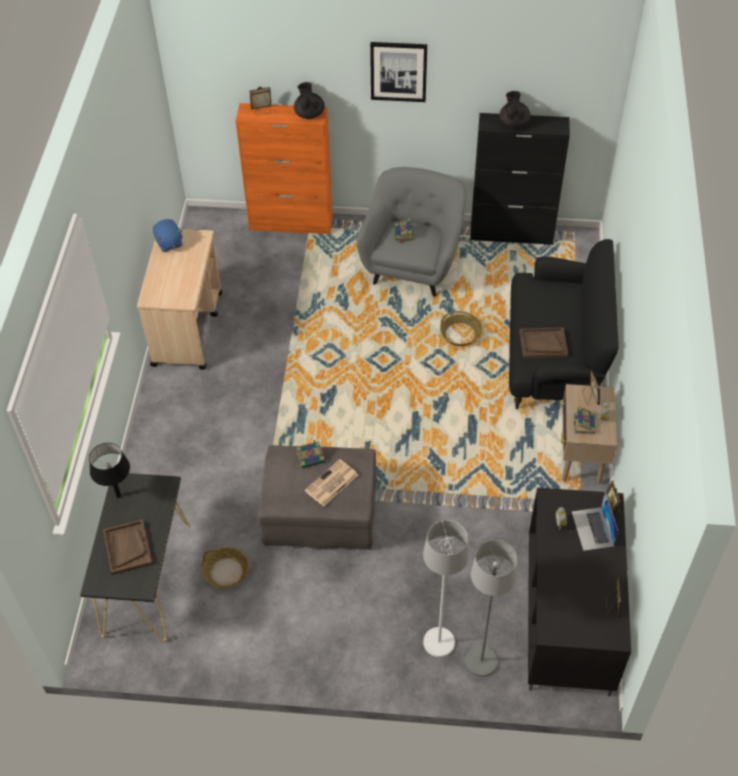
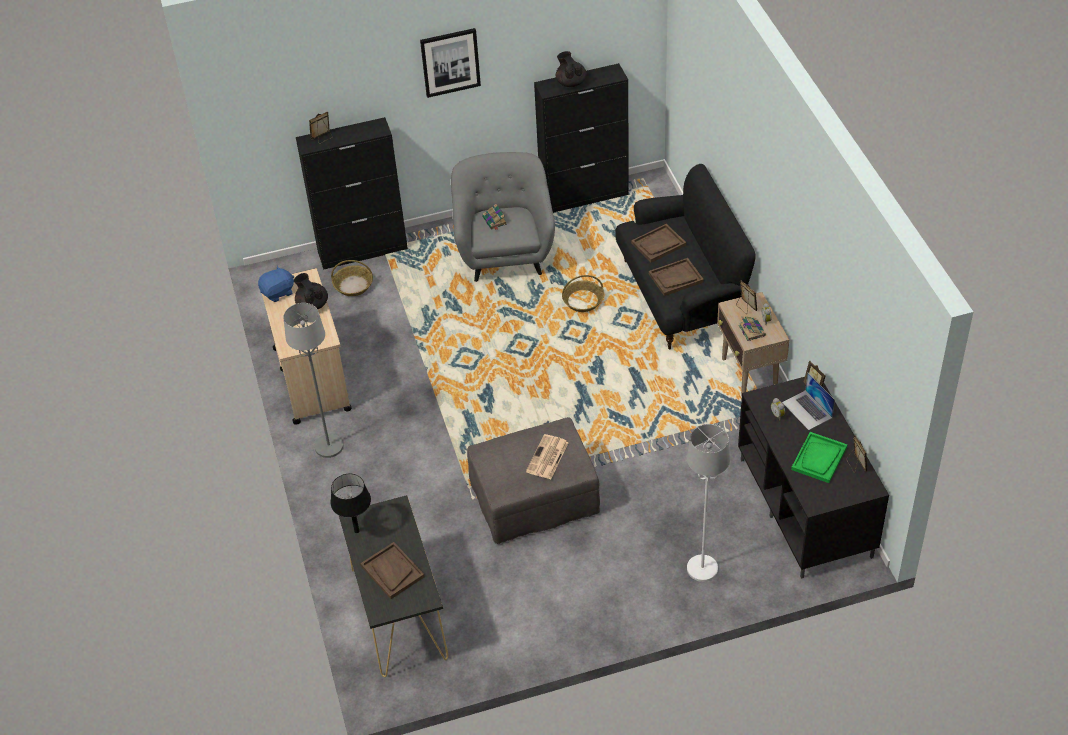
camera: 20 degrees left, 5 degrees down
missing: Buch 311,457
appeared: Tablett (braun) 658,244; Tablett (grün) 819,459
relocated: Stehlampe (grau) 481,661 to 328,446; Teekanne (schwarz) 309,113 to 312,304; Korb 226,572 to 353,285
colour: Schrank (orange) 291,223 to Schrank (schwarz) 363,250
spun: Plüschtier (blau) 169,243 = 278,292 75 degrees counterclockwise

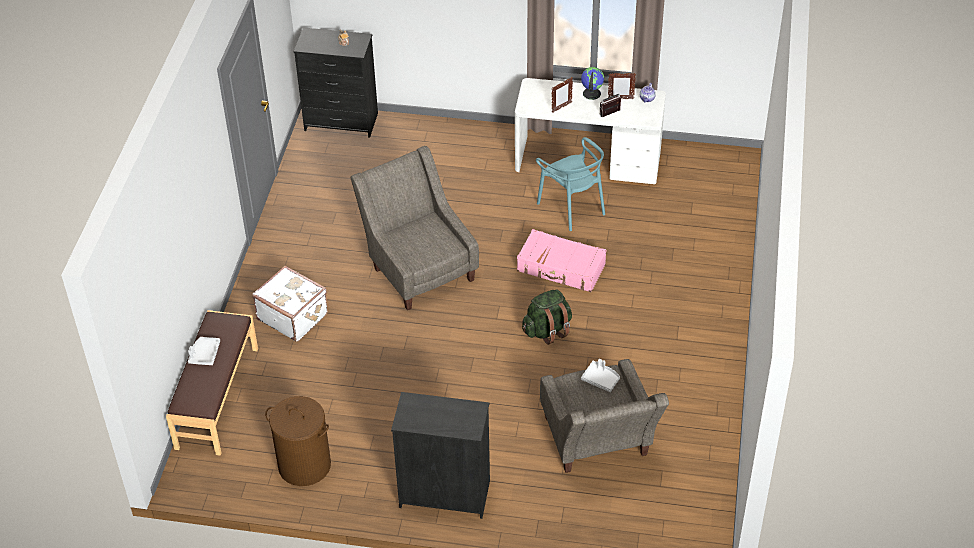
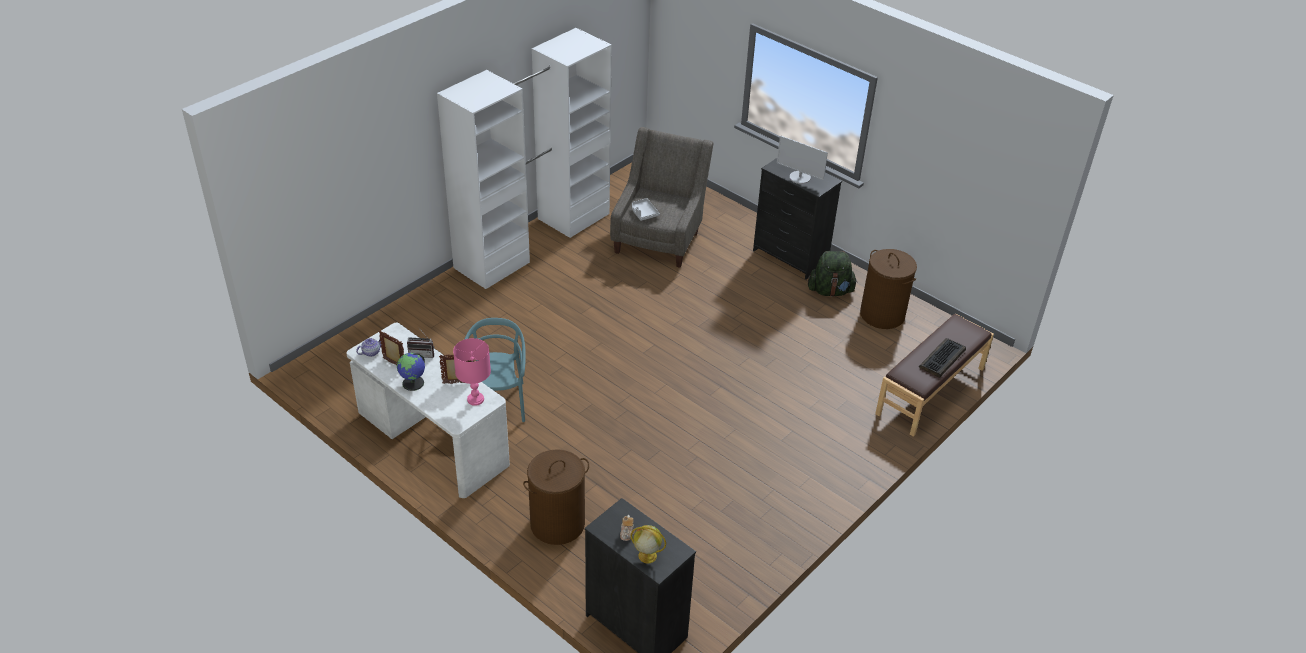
camera: 150 degrees left, 5 degrees down
missing: Koffer (weiß) 293,316; Sessel (grau) 418,267; Koffer (rosa) 561,268
appeared: Kleiderschrank (weiß) 534,239; Tischlampe (rosa) 475,399; Wäschekorb (braun) 557,524; Globus 647,556; Monitor 800,178
relocated: Rucksack (grün) 547,330 to 830,291
exchanged: Tablett (grau) 204,354 to Tastatur 942,359

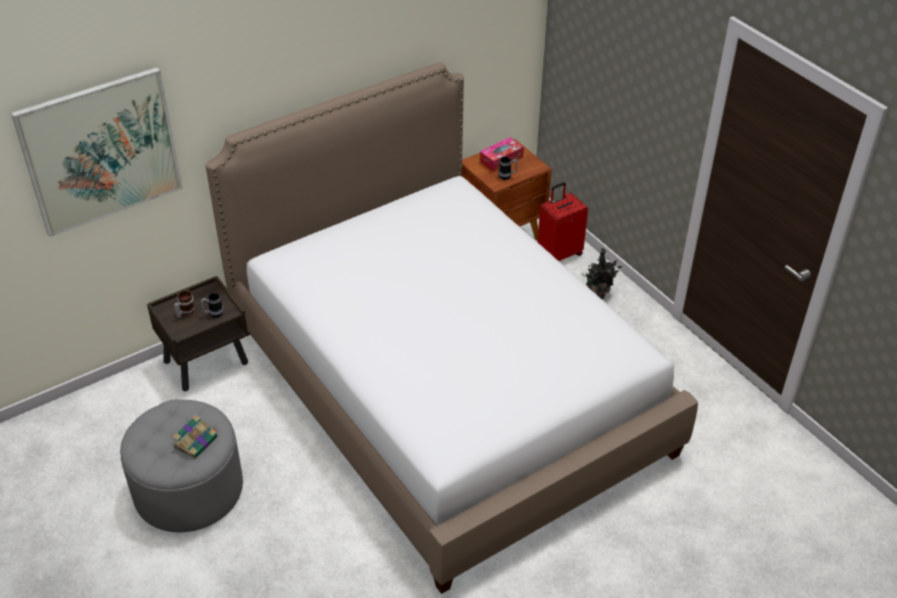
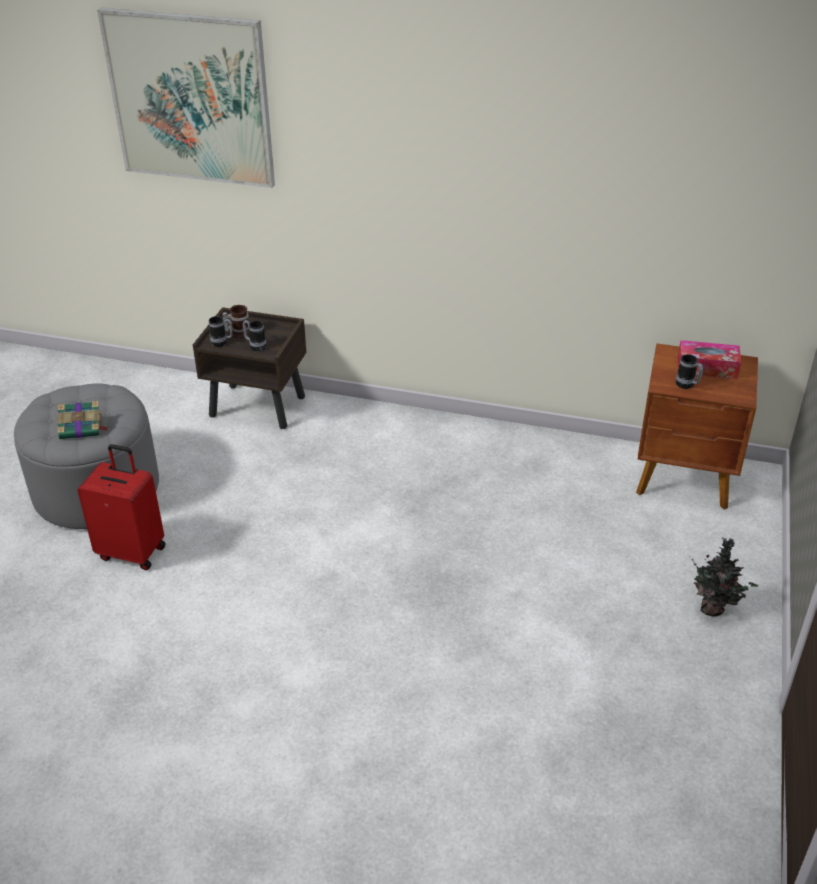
camera: 50 degrees right, 5 degrees down
missing: Bett 447,389
appeared: Henkelbecher 222,343
relocated: Koffer (rot) 559,254 to 133,551

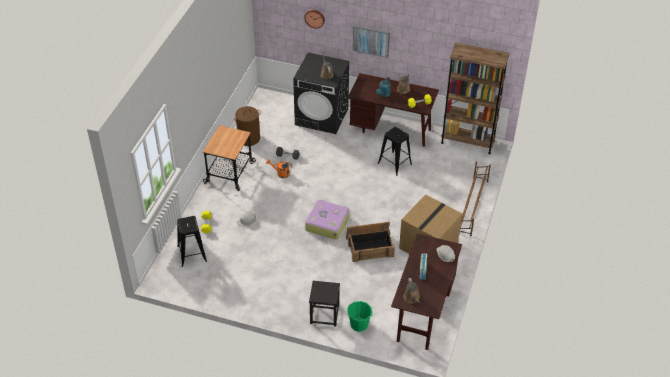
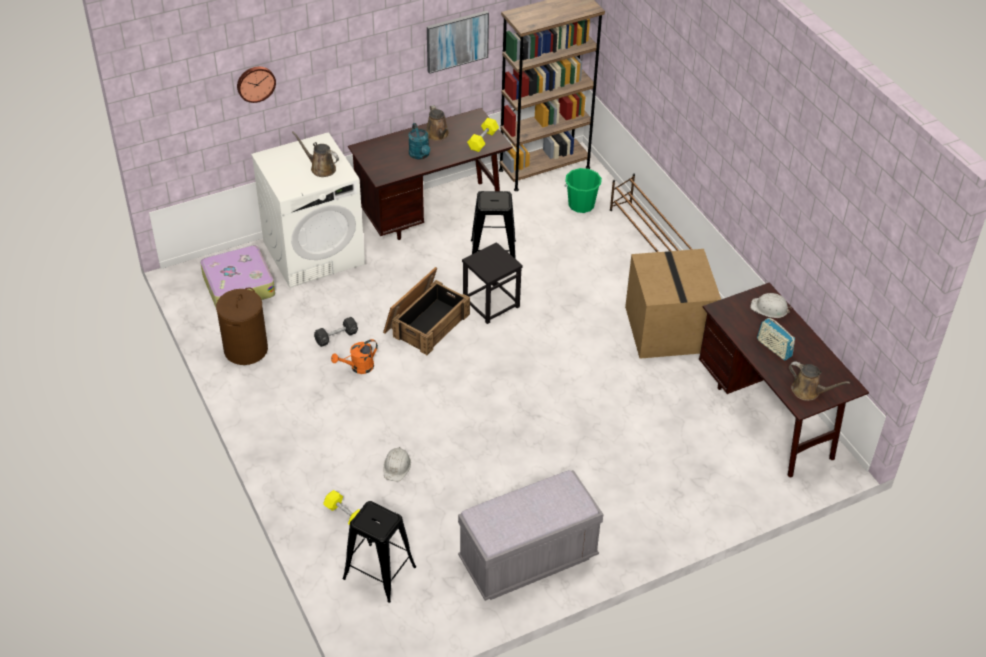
camera: 45 degrees left, 0 degrees up
missing: Rollwagen 229,172
appeared: Bank (grau) 528,559
relocated: Koffer 327,223 to 238,285; Kiste 370,247 to 426,322; Bild 371,40 to 457,41; Hocker (schwarz) 324,314 to 491,303; Eimer (grün) 359,324 to 581,205
colour: Waschmaschine (schwarz) 322,116 to Waschmaschine (weiß) 314,252

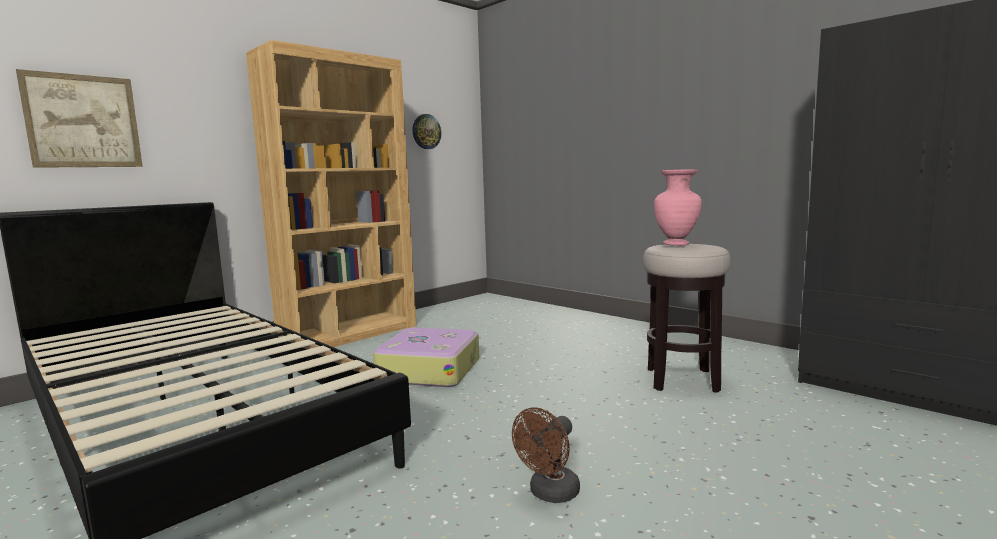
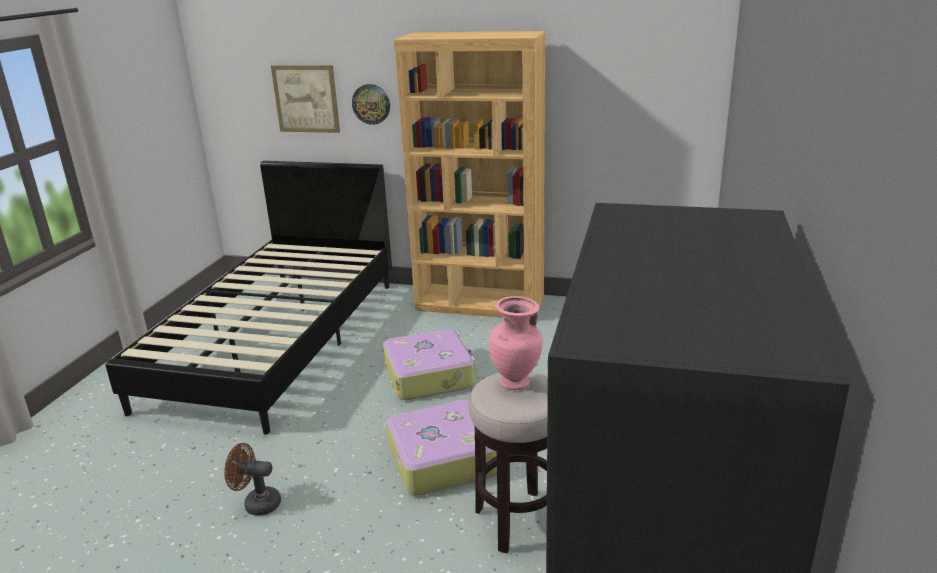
camera: 60 degrees right, 15 degrees up
appeared: Koffer 441,459
relocated: Wanduhr 426,131 to 371,104

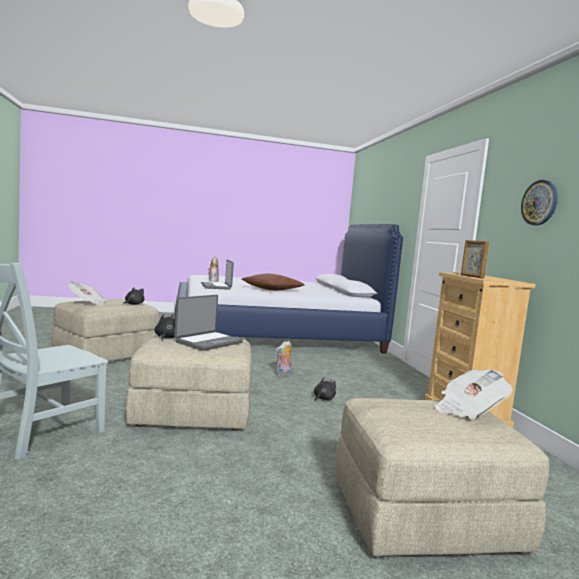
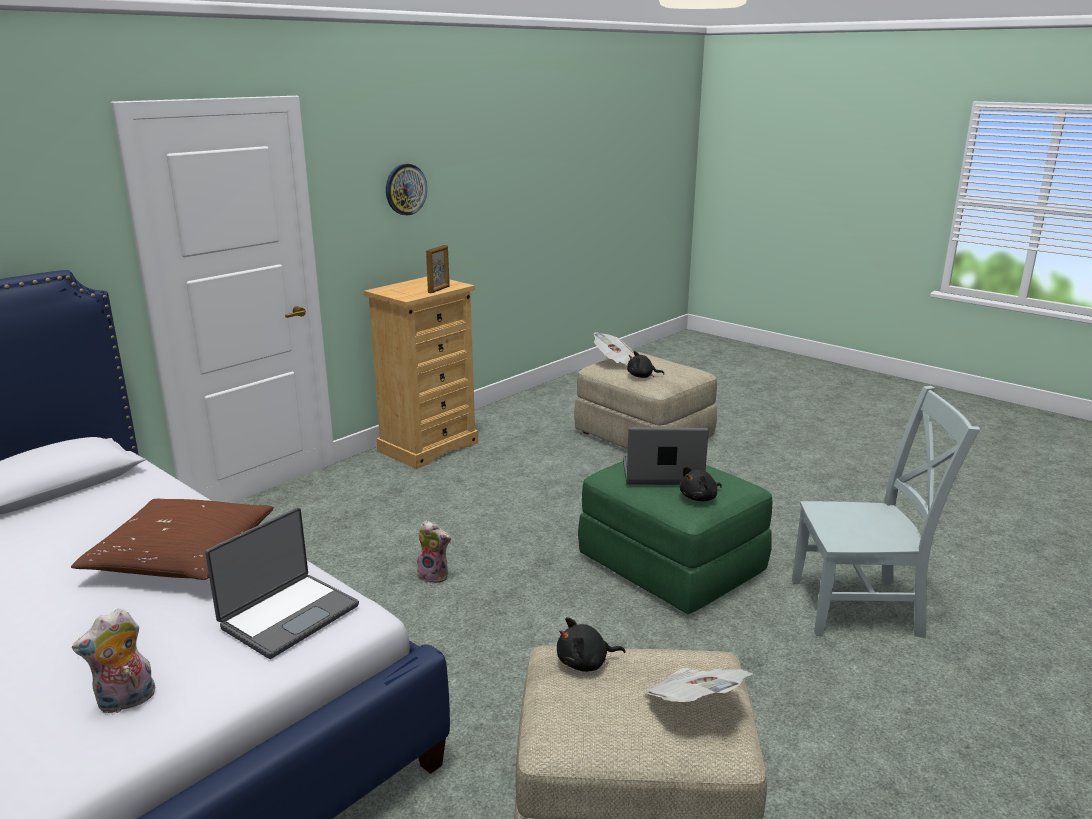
camera: 125 degrees left, 15 degrees up
relocated: Plüschtier (schwarz) 323,399 to 642,376
colour: Polsterhocker (beige) 191,412 to Polsterhocker (grün) 672,565

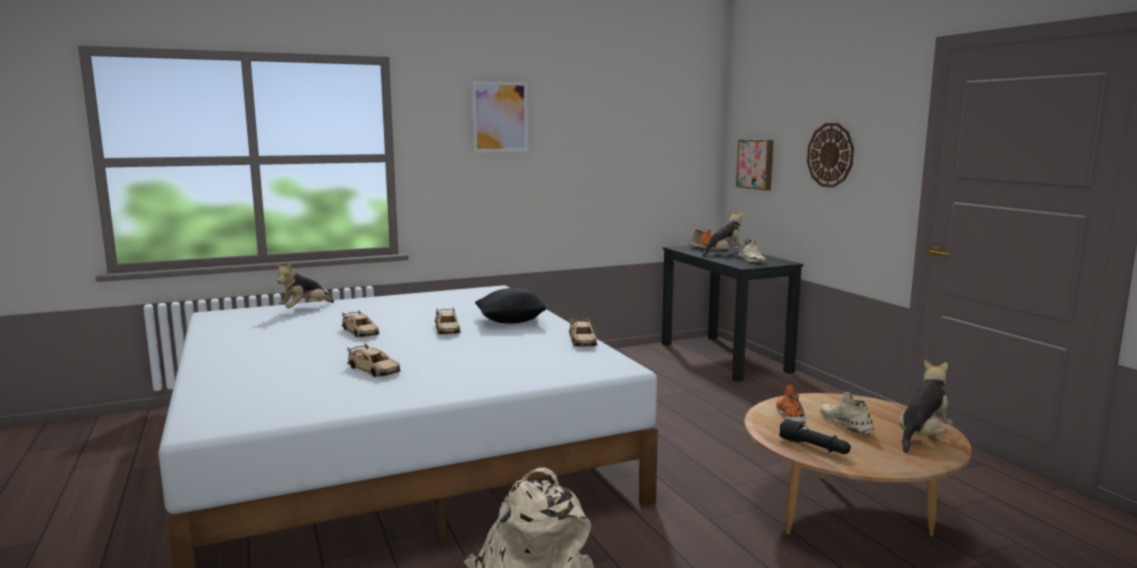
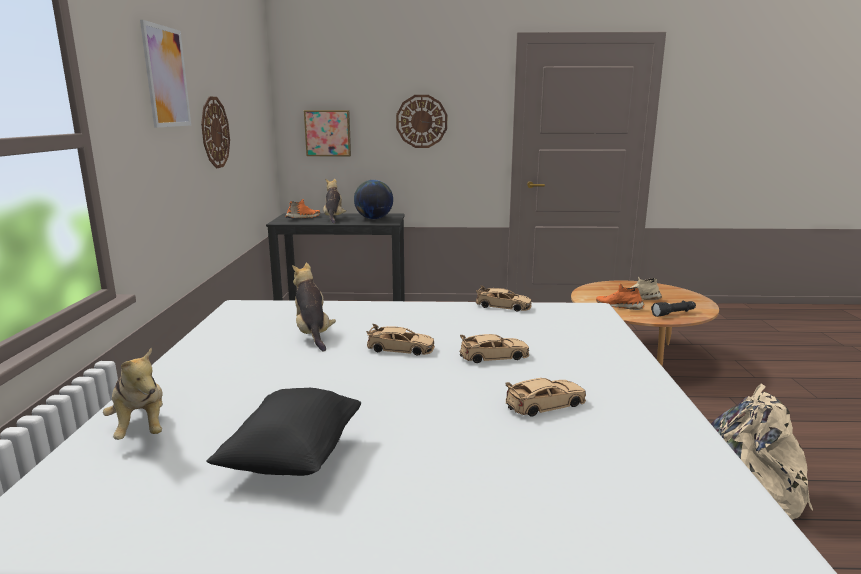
camera: 65 degrees left, 5 degrees up
appeared: Wanduhr 215,132
relocated: Kissen (schwarz) 511,321 to 293,457; Plüschtier 922,437 to 313,334; Spielzeugauto (beige) 360,332 to 494,356
exchanged: Schuh (beige) 751,261 to Globus 374,218

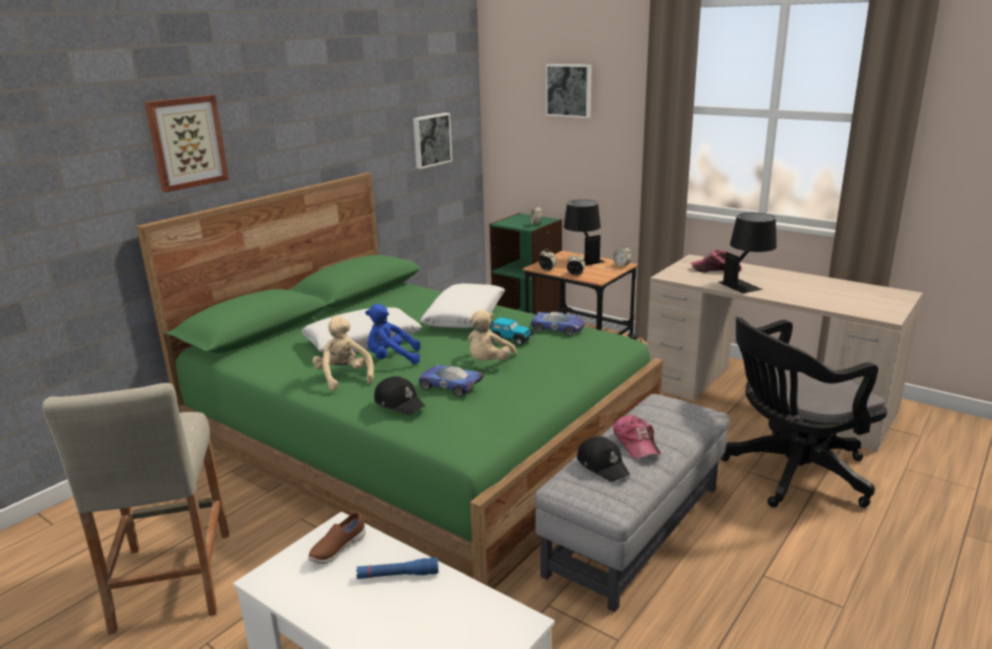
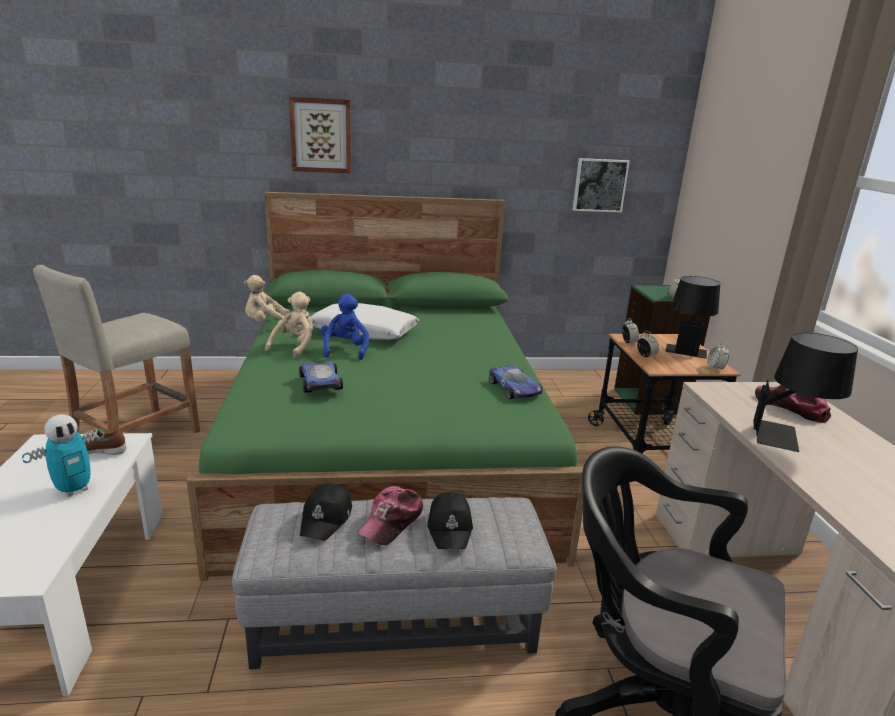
camera: 45 degrees right, 0 degrees up
missing: Kissen (weiß) 465,316; Spielzeugauto 511,339; Bild 569,90
relocated: Plüschtier (beige) 489,362 to 267,324; Kappe (schwarz) 399,403 to 450,527
exchanged: Taschenlampe (blau) 398,575 to Spielzeugroboter 74,490
spun: Plüschtier (blau) 392,359 = 345,350 45 degrees clockwise

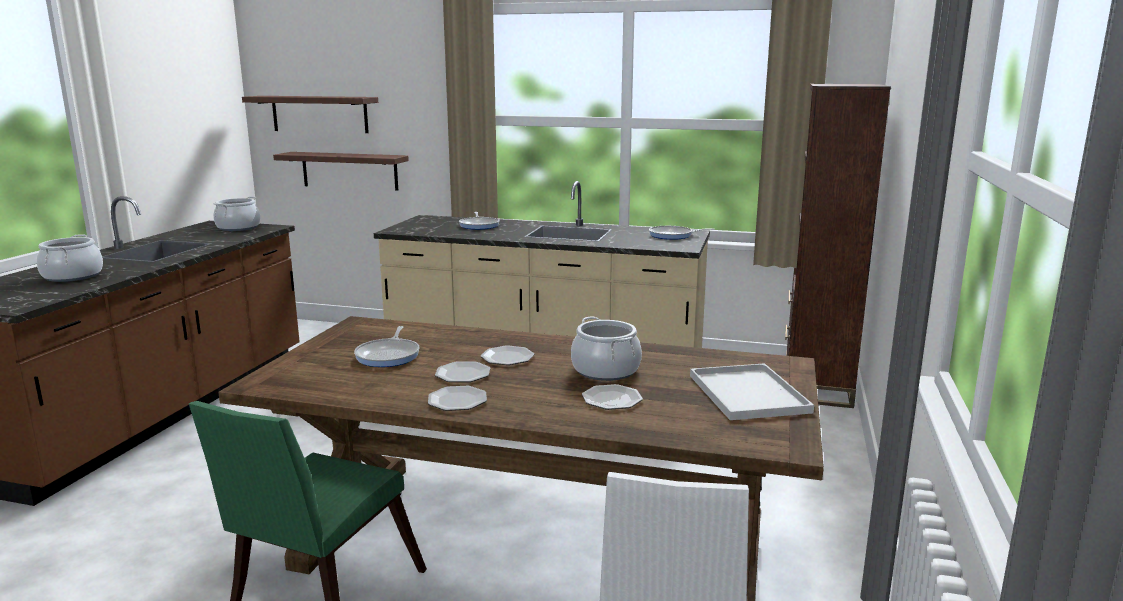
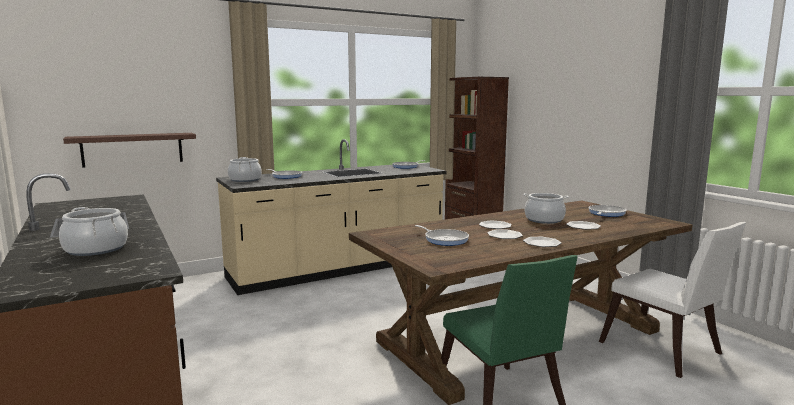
camera: 45 degrees left, 5 degrees down
missing: Wandregal 319,114
relocated: Kochtopf 238,228 to 245,180
exchanged: Tablett (weiß) 746,392 to Pfanne 605,213

